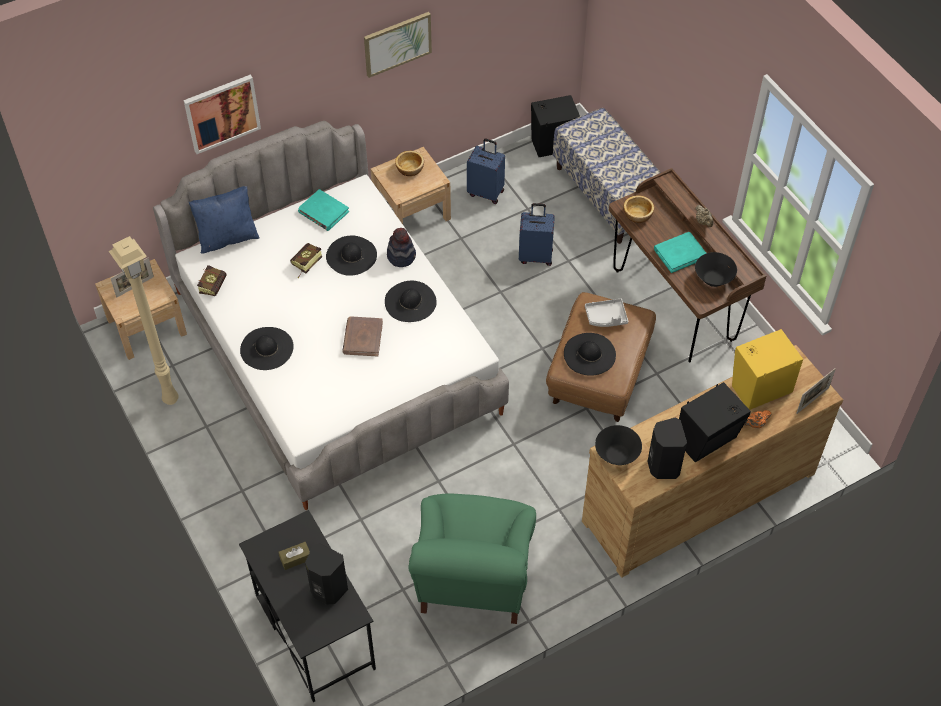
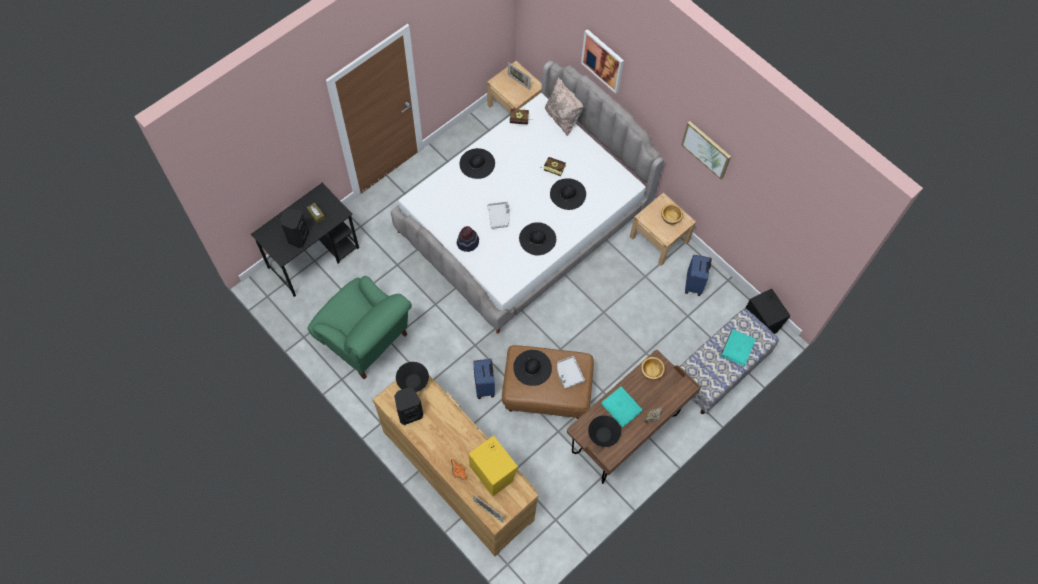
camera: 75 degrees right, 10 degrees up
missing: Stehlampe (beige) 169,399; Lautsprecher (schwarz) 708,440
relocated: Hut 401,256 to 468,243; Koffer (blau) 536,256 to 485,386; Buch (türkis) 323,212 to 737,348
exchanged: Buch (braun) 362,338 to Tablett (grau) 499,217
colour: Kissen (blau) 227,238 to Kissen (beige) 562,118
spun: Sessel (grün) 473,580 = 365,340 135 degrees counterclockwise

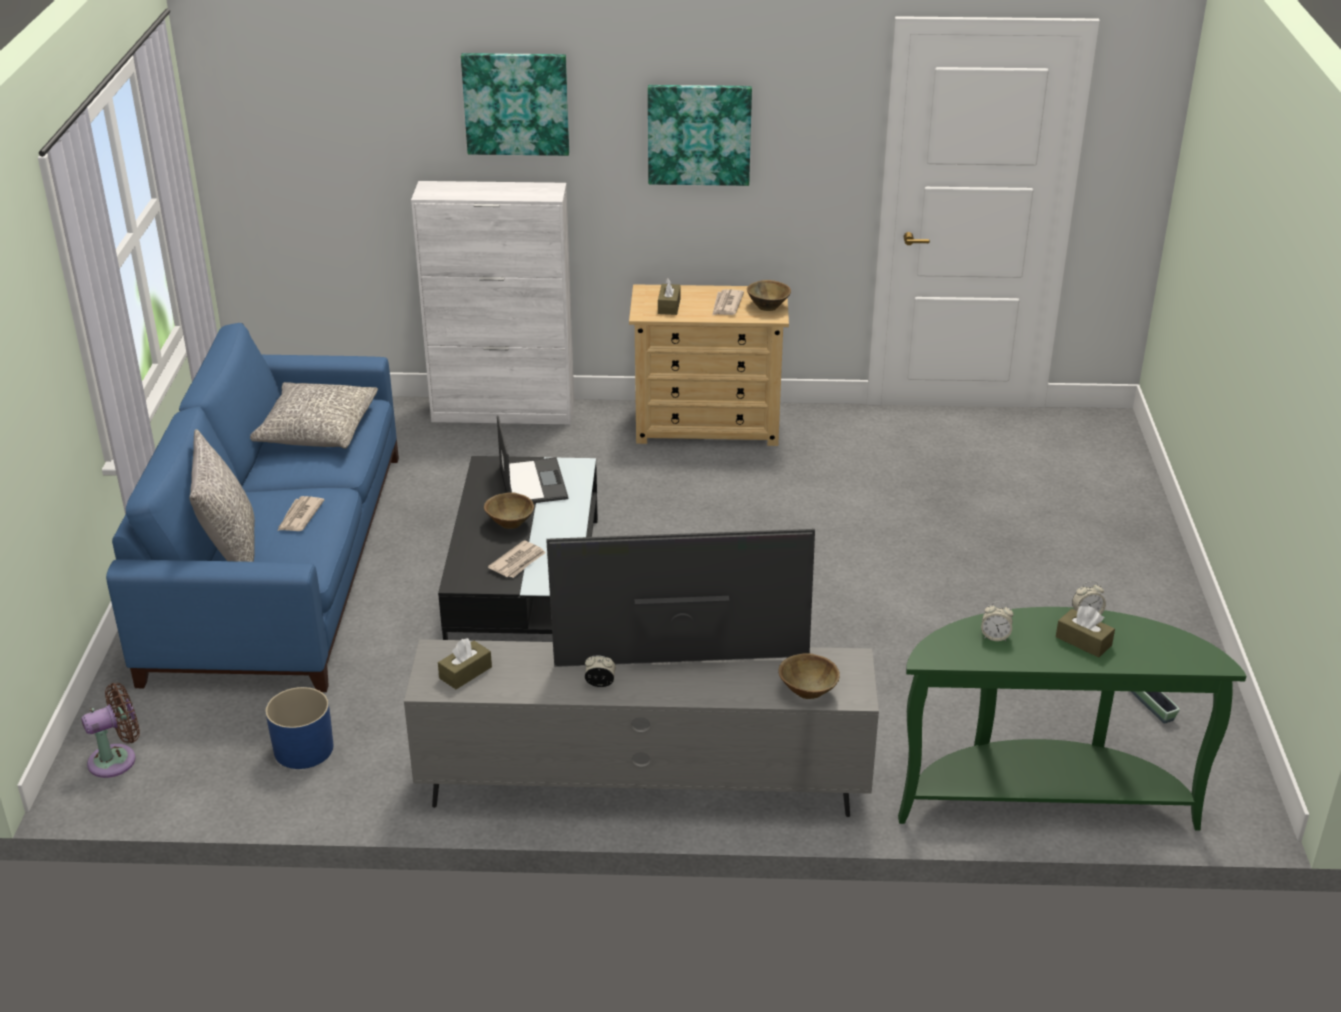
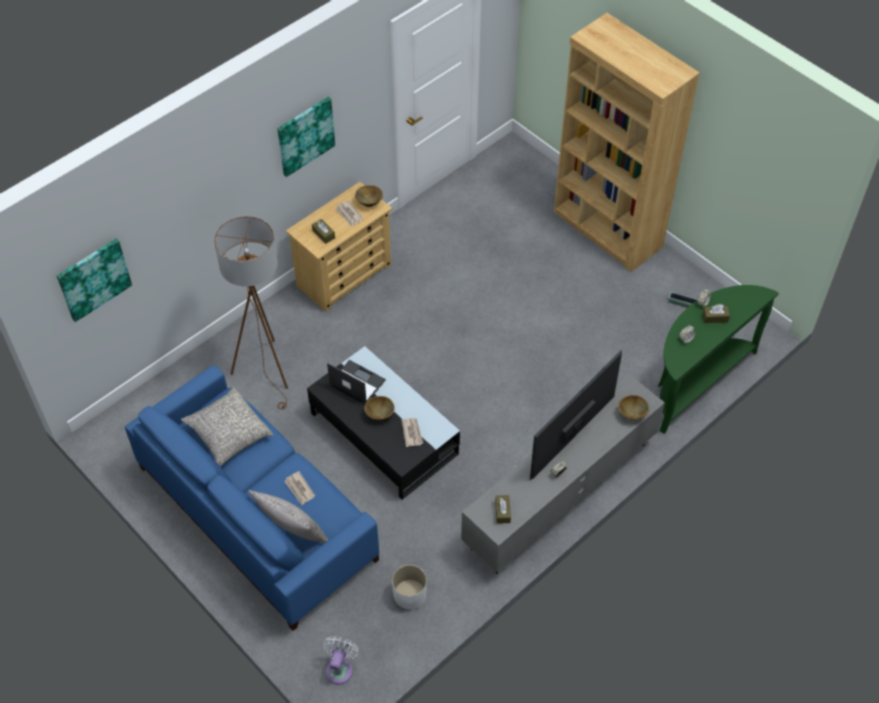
camera: 45 degrees left, 20 degrees up
missing: Schrank (weiß) 504,412
appeared: Stehlampe (braun) 268,370; Bücherregal (braun) 607,230
relocated: Bild 516,103 to 93,279
colour: Ventilator (braun) 117,759 to Ventilator (weiß) 340,668; Pflanzkübel (blau) 303,749 to Pflanzkübel (weiß) 409,594

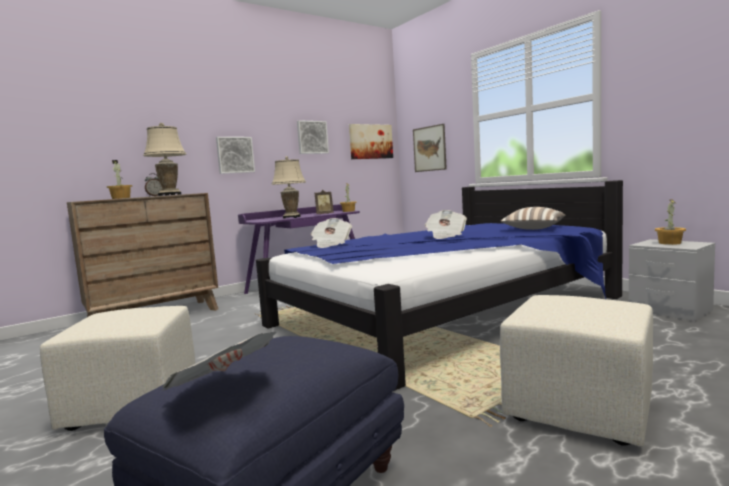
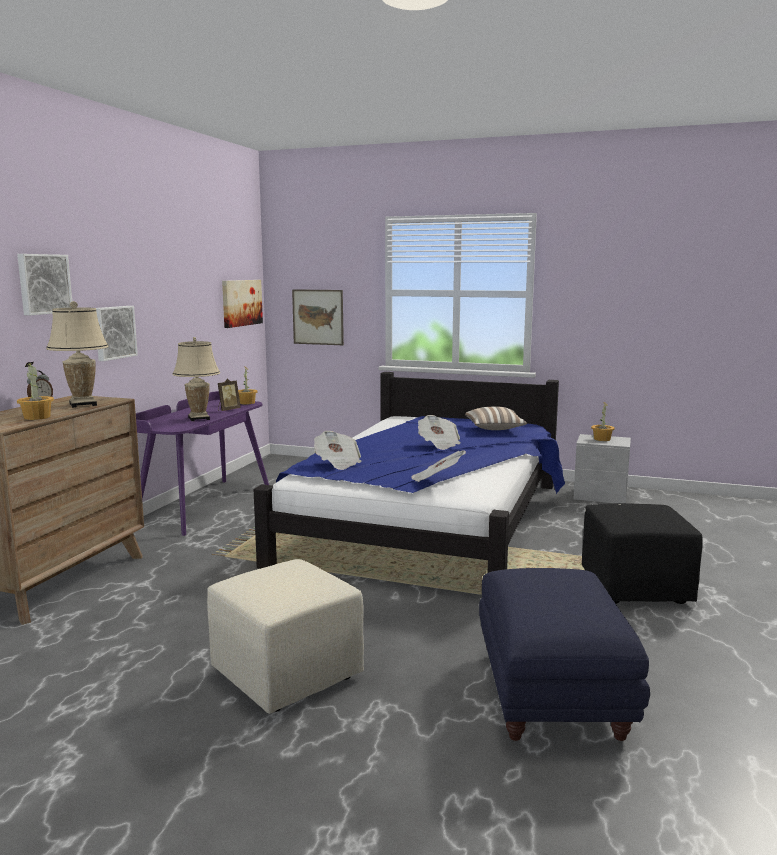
camera: 35 degrees left, 5 degrees up
relocated: Bild 312,137 to 43,284; Zeitung 222,391 to 436,480
colour: Polsterhocker (beige) 578,408 to Polsterhocker (schwarz) 634,587

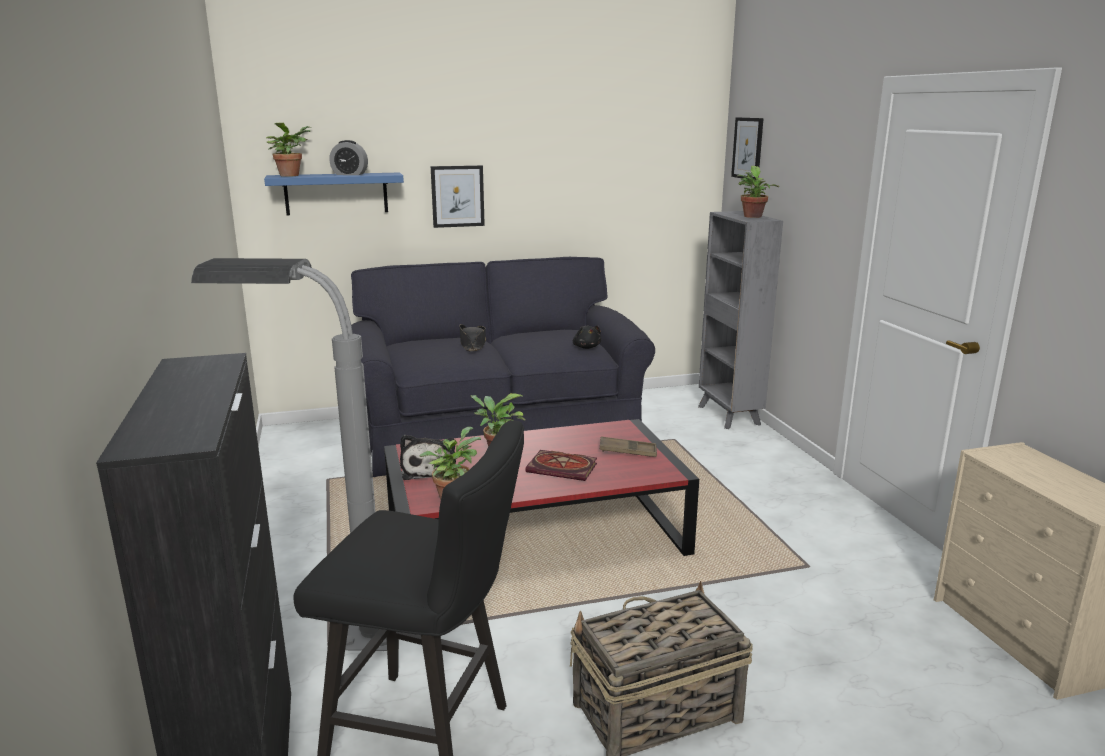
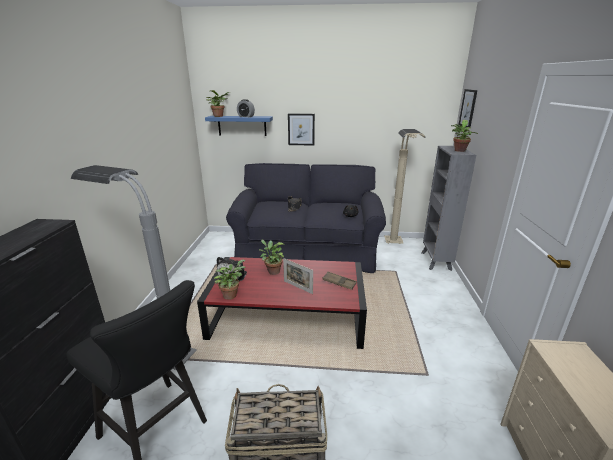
camera: 20 degrees right, 5 degrees up
appeared: Stehlampe (beige) 395,246
exchanged: Buch 564,468 to Bilderrahmen 298,287

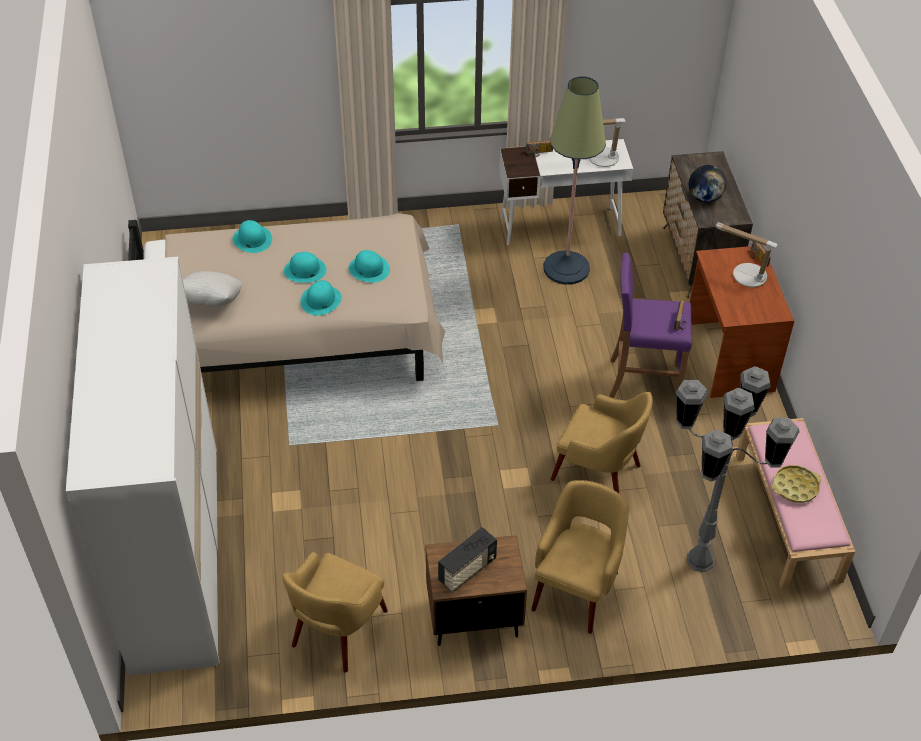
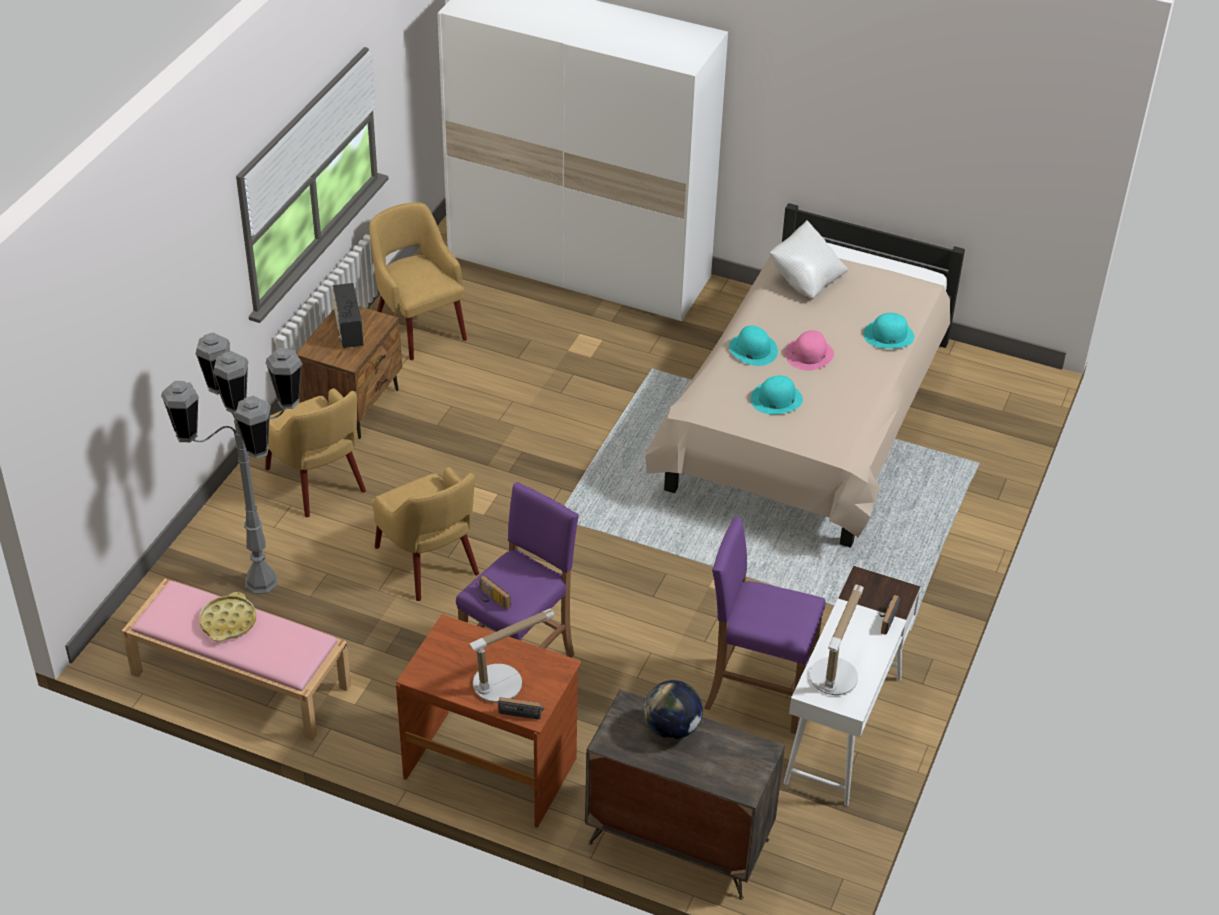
camera: 120 degrees right, 5 degrees down
exchanged: Stehlampe 566,268 to Hocker (lila) 757,694
colour: Hut (türkis) 304,270 to Hut (rosa) 809,354
spun: Sessel (gelb) 598,473 = 428,562 90 degrees counterclockwise

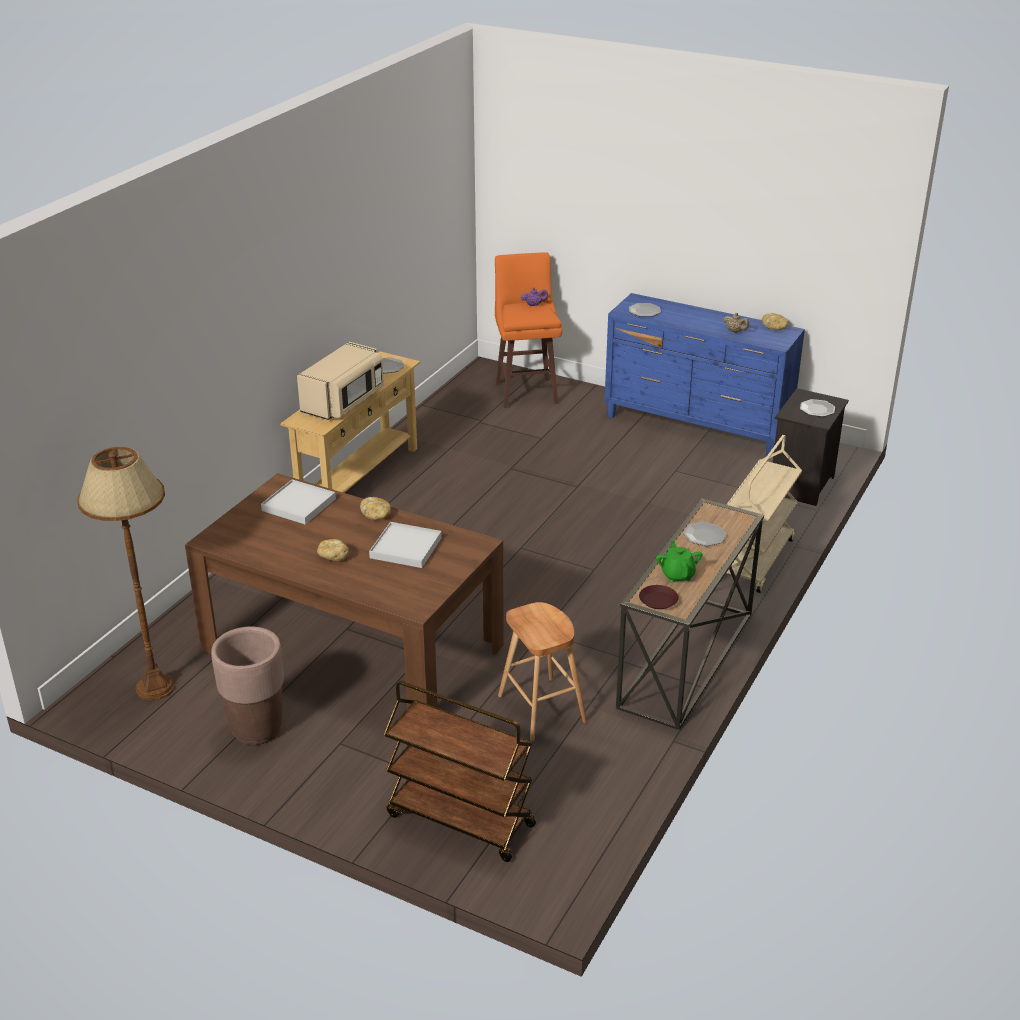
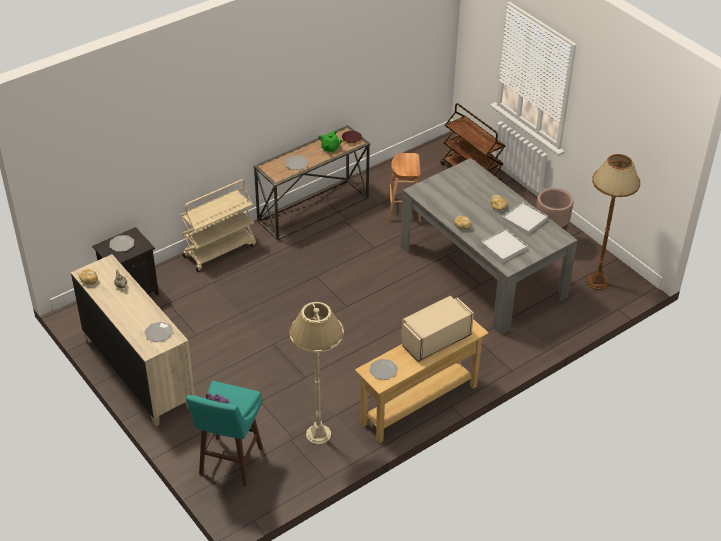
camera: 155 degrees left, 10 degrees up
appeared: Stehlampe (beige) 318,434
relocated: Tablett (weiß) 405,548 to 524,220
colour: Kommode (blau) 697,426 to Kommode (beige) 138,372; Hocker (orange) 526,392 to Hocker (türkis) 230,463; Esstisch (braun) 352,647 to Esstisch (grau) 482,271

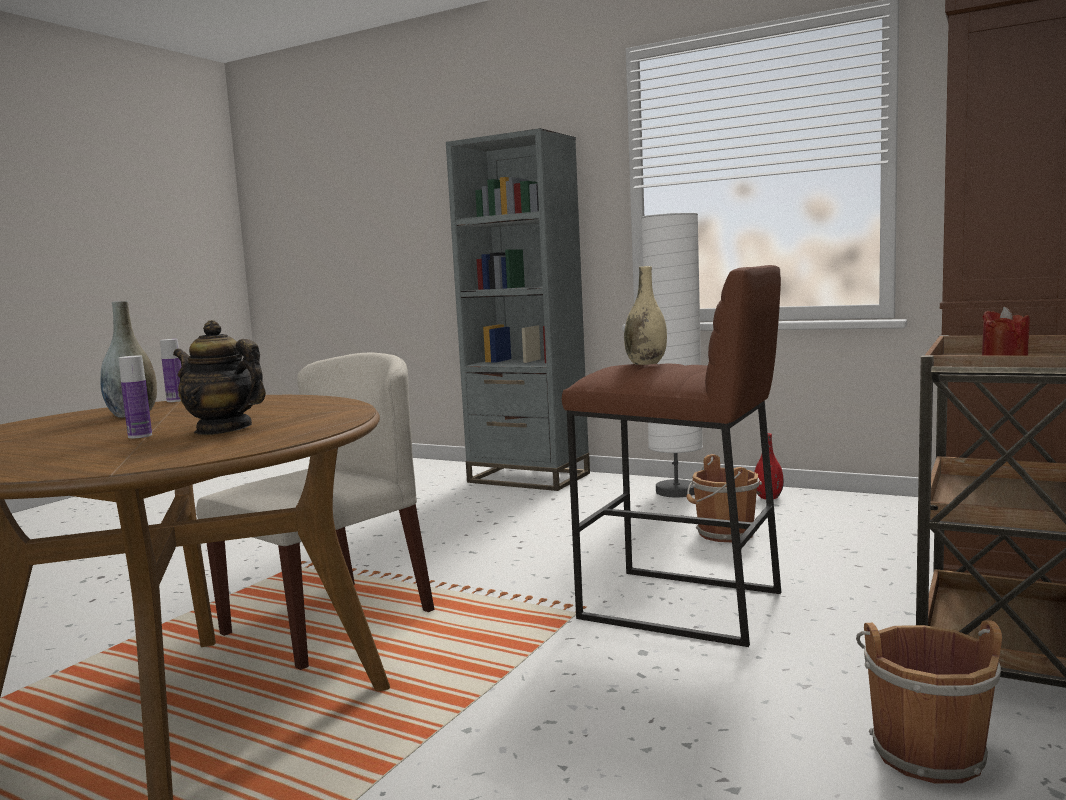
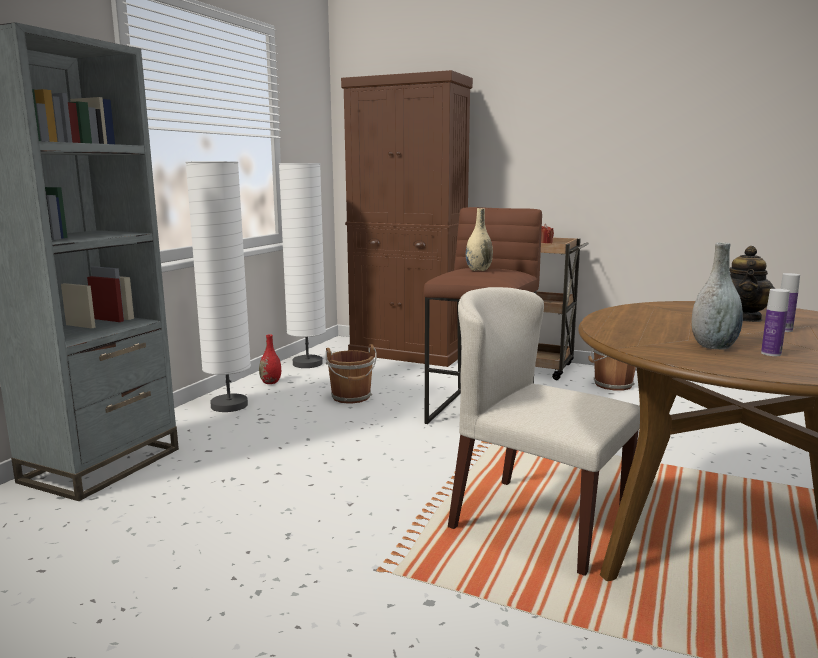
camera: 95 degrees left, 5 degrees up
appeared: Stehlampe (weiß) 307,364
relocated: Flasche 175,400 to 771,353

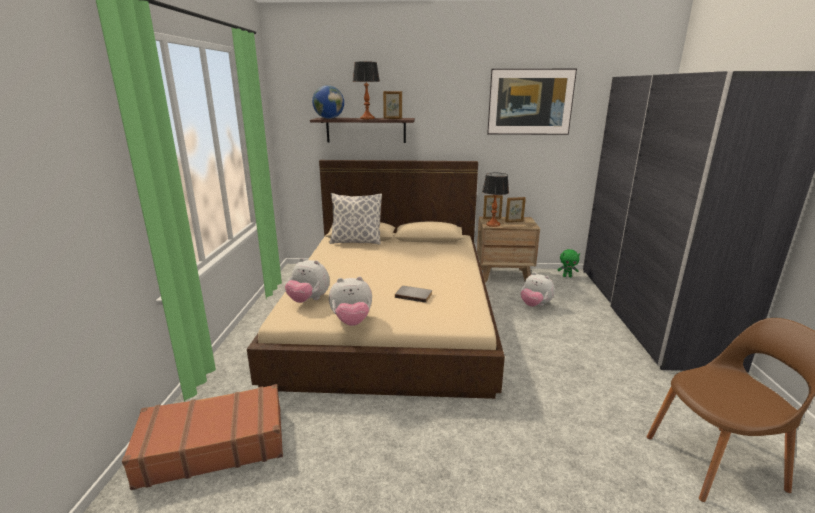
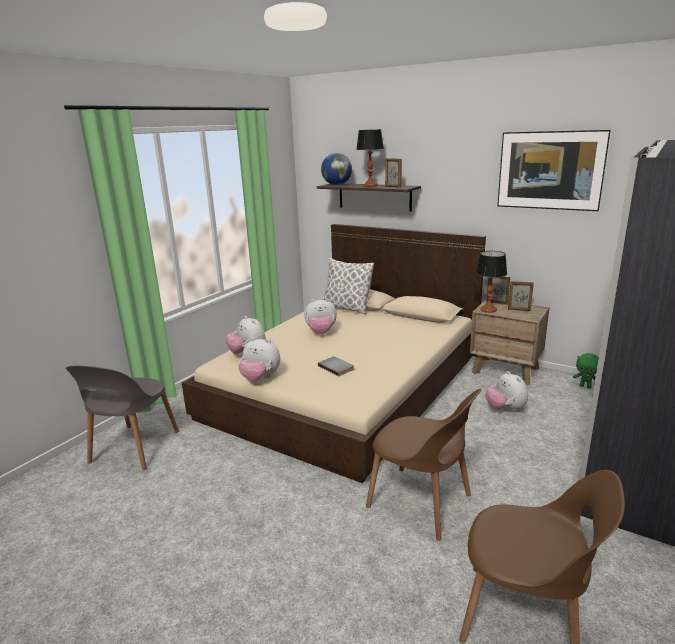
camera: 30 degrees right, 0 degrees up
appeared: Plüschtier 321,332; Stuhl (braun) 421,502
exchanged: Koffer (braun) 213,445 to Stuhl (grau) 133,448

